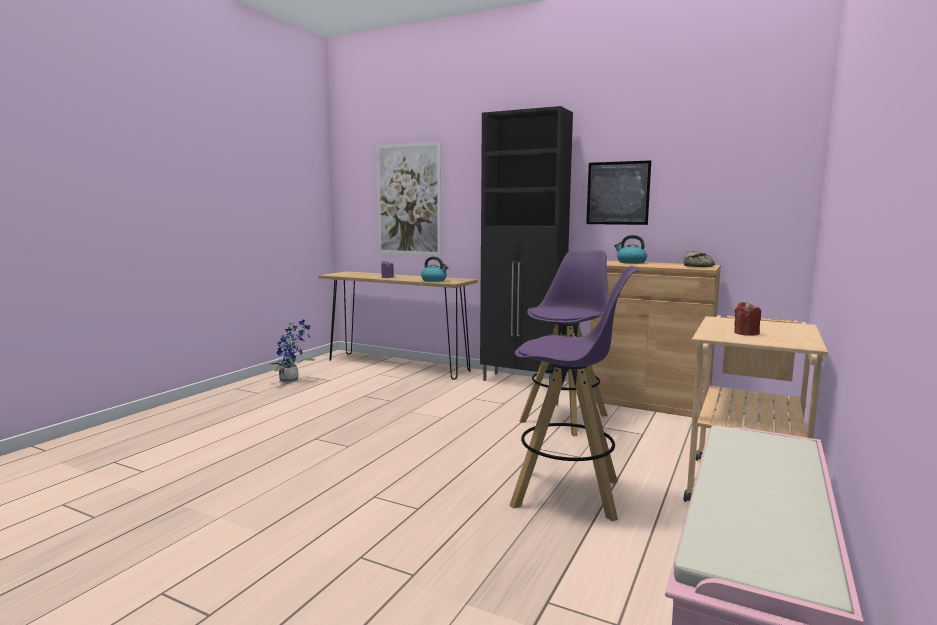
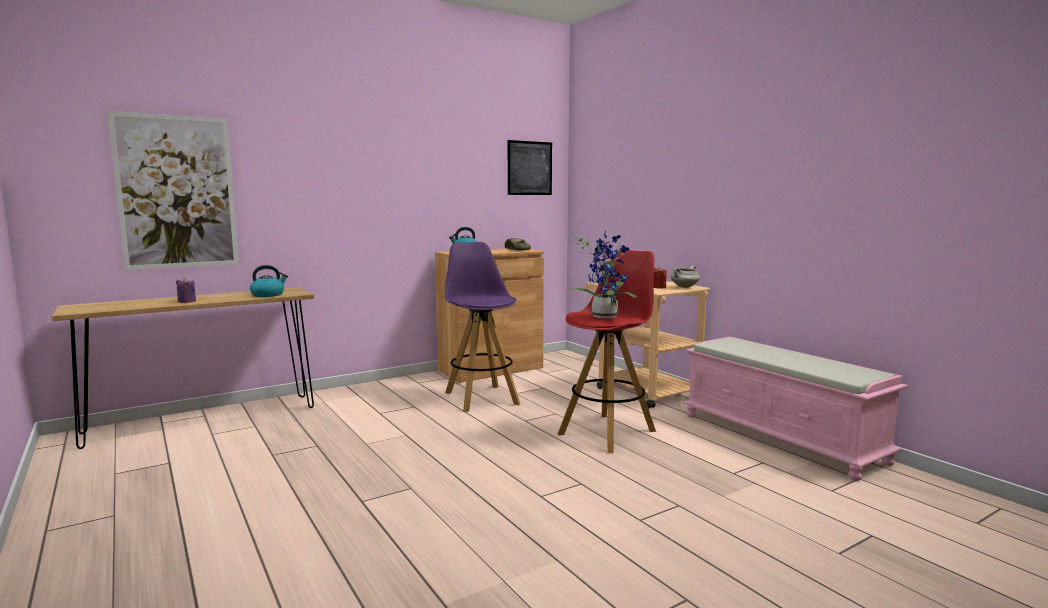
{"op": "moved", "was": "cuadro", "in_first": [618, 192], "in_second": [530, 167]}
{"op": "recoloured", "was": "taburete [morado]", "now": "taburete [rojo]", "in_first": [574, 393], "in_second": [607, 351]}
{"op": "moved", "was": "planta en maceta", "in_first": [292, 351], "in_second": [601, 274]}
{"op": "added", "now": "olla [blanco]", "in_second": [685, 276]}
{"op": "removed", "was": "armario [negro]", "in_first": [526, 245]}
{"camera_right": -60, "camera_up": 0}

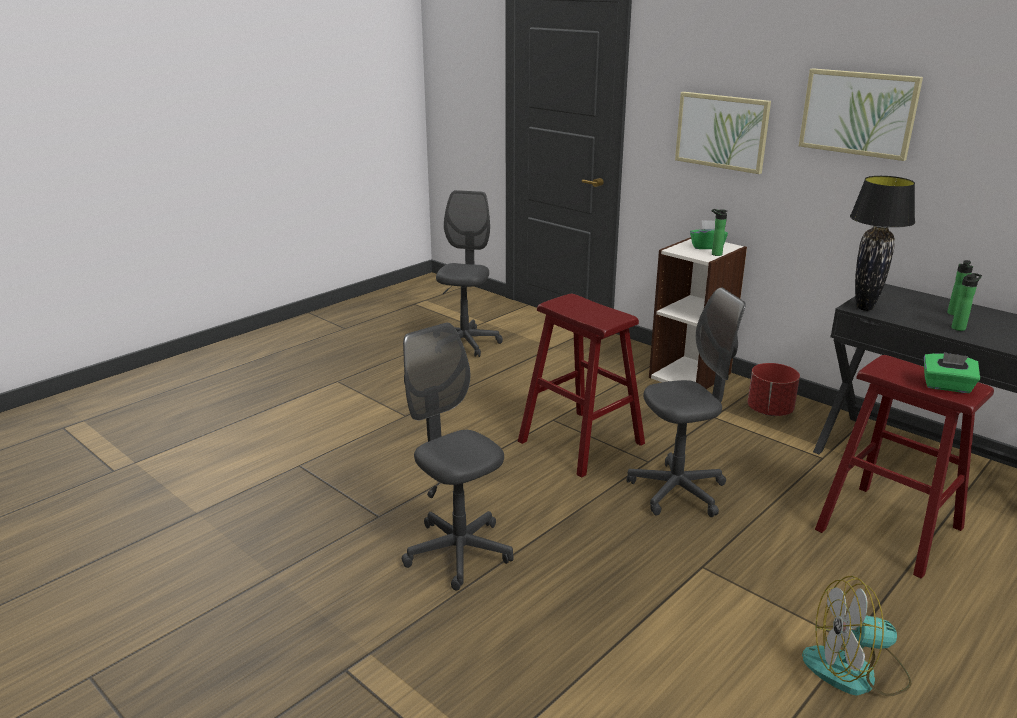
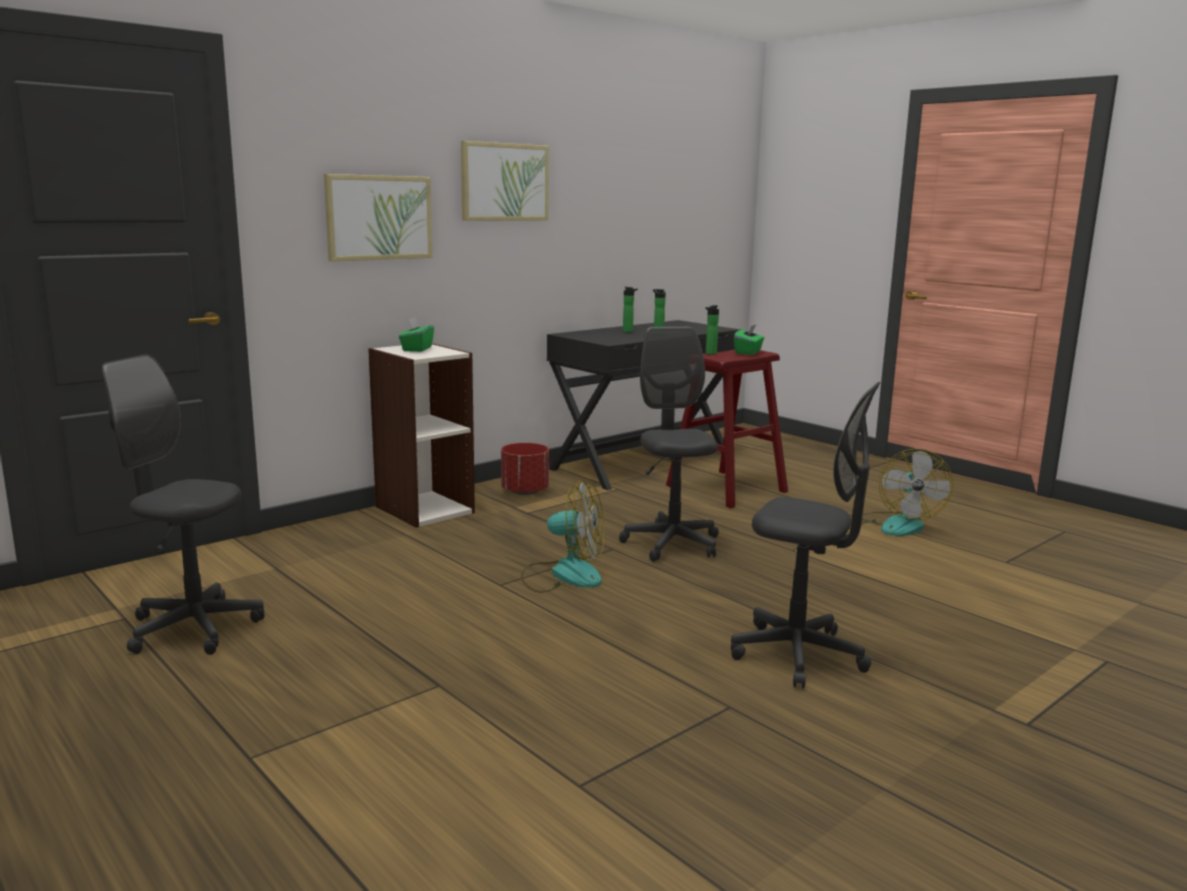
{"op": "replaced", "was": "taburete [rojo]", "now": "ventilador", "in_first": [581, 386], "in_second": [563, 536]}
{"op": "moved", "was": "botella", "in_first": [719, 232], "in_second": [712, 330]}
{"op": "turned", "was": "silla de oficina [gris]", "in_first": [458, 456], "in_second": [805, 535], "clockwise": -120}
{"op": "removed", "was": "lámpara de mesa [negro]", "in_first": [882, 243]}
{"camera_right": -85, "camera_up": -10}

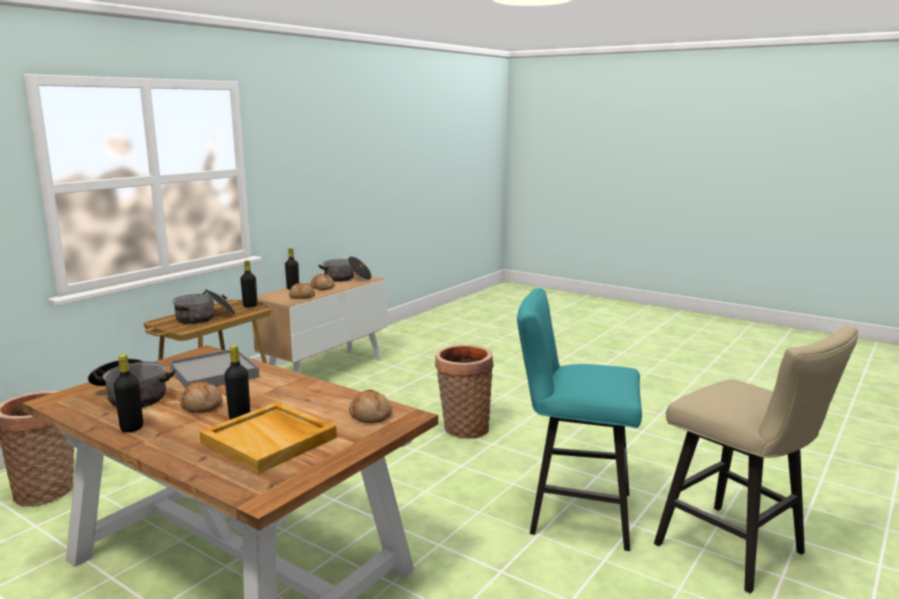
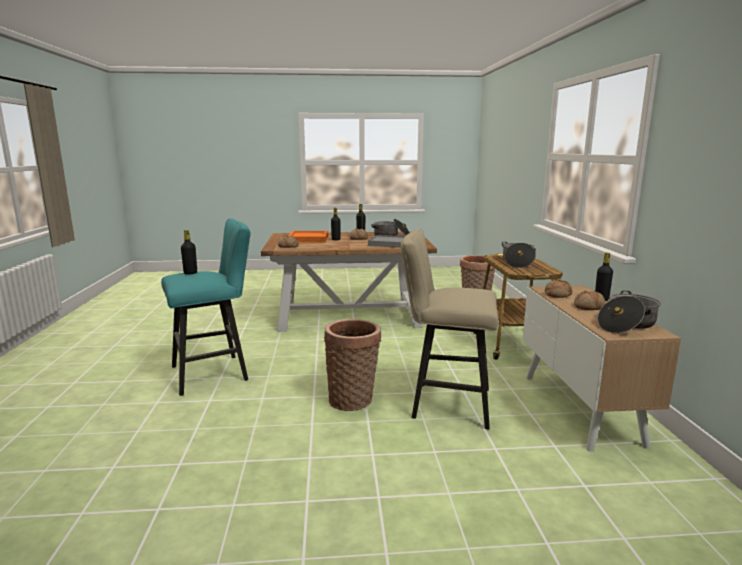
{"op": "moved", "was": "botella [negro]", "in_first": [248, 284], "in_second": [189, 252]}
{"op": "recoloured", "was": "bandeja [beis]", "now": "bandeja [naranja]", "in_first": [268, 438], "in_second": [308, 236]}
{"op": "moved", "was": "taburete [beis]", "in_first": [756, 459], "in_second": [449, 329]}
{"camera_right": 140, "camera_up": 0}

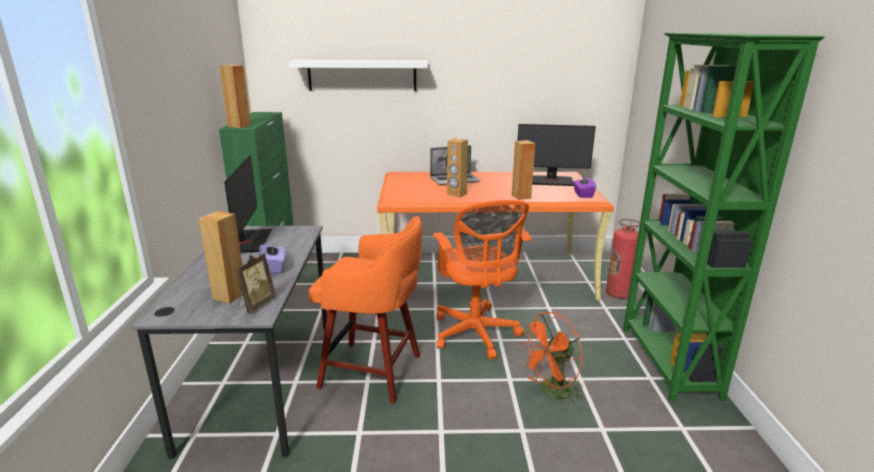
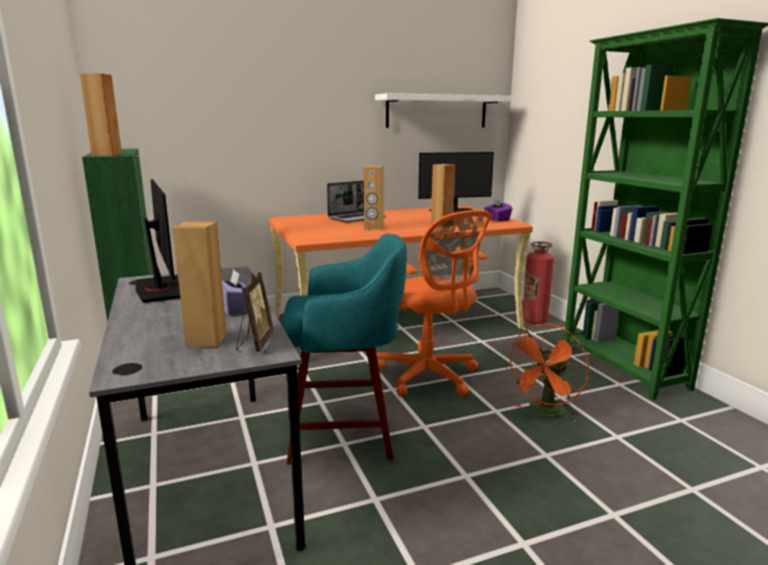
{"op": "recoloured", "was": "taburete [naranja]", "now": "taburete [turquesa]", "in_first": [365, 310], "in_second": [344, 349]}
{"op": "moved", "was": "estante [blanco]", "in_first": [358, 75], "in_second": [443, 110]}
{"camera_right": -20, "camera_up": -5}

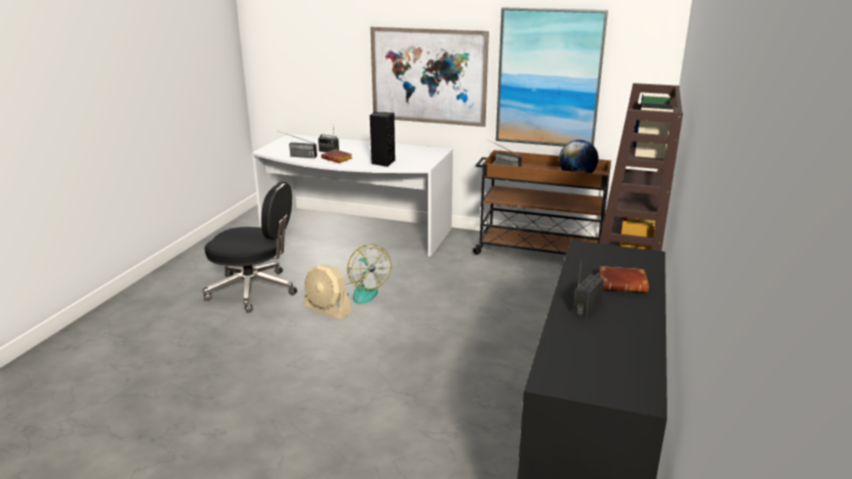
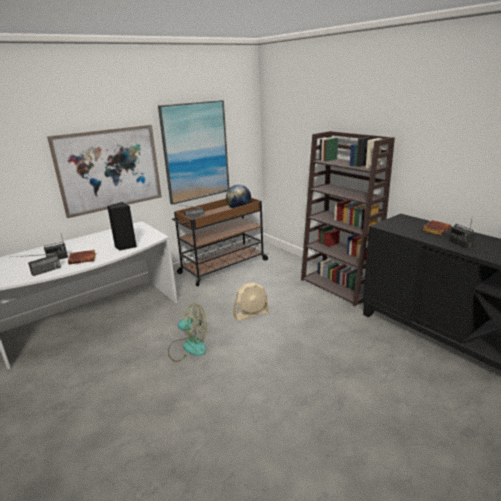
{"op": "moved", "was": "ventilador [beis]", "in_first": [328, 292], "in_second": [251, 302]}
{"op": "removed", "was": "silla de oficina [negro]", "in_first": [250, 246]}
{"camera_right": -55, "camera_up": 0}

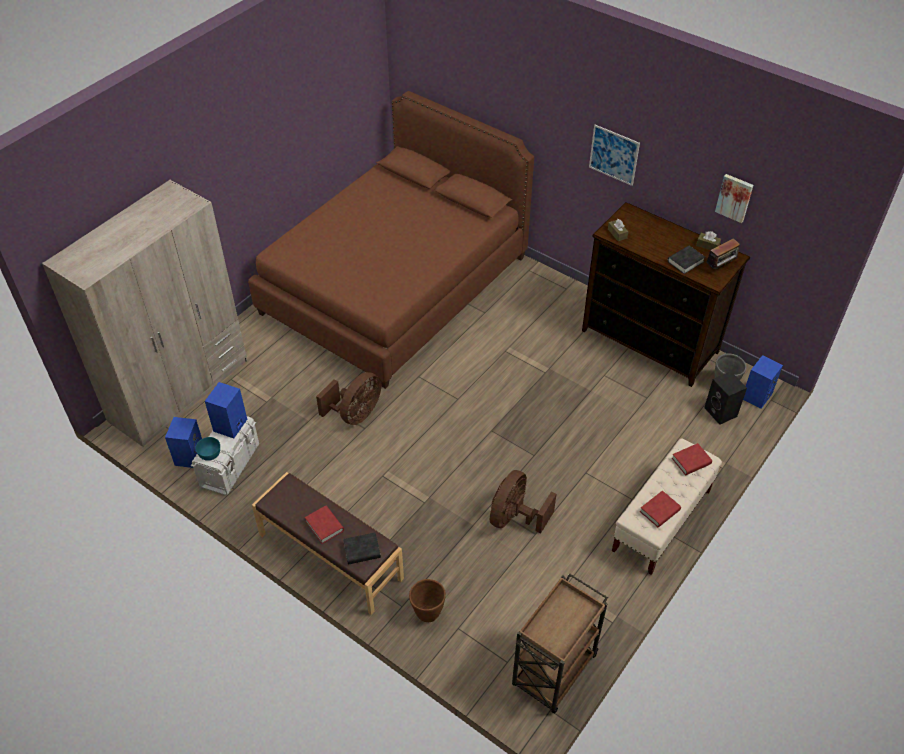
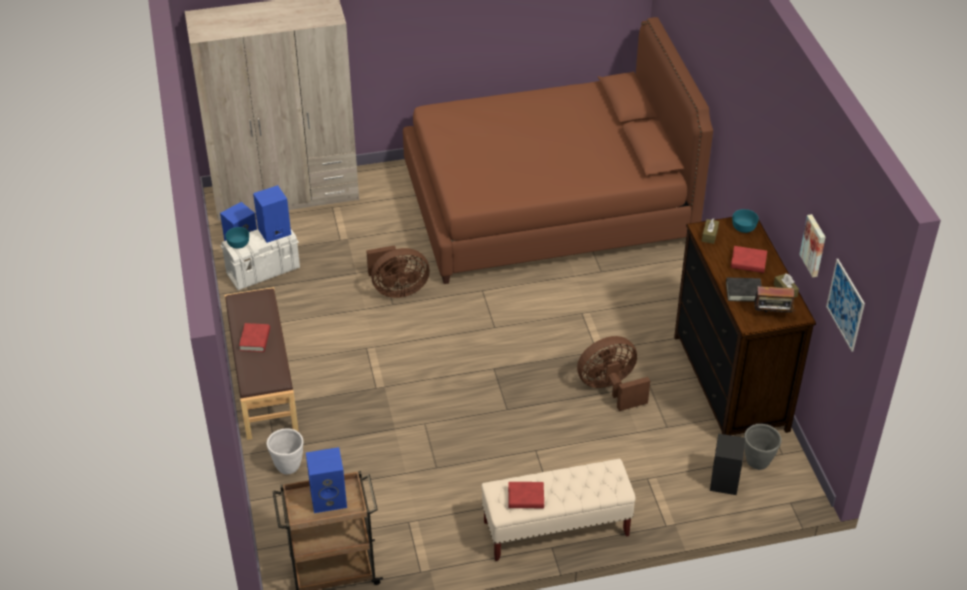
{"op": "recoloured", "was": "maceta [marrón]", "now": "maceta [blanco]", "in_first": [427, 600], "in_second": [284, 452]}
{"op": "moved", "was": "altavoz [azul]", "in_first": [763, 382], "in_second": [326, 480]}
{"op": "moved", "was": "ventilador [marrón]", "in_first": [523, 502], "in_second": [613, 373]}
{"op": "moved", "was": "libro [rojo]", "in_first": [692, 459], "in_second": [749, 259]}
{"op": "added", "now": "cuenco [turquesa]", "in_second": [745, 221]}
{"op": "moved", "was": "cuadro", "in_first": [614, 155], "in_second": [845, 305]}
{"op": "removed", "was": "libro [negro]", "in_first": [362, 549]}
{"camera_right": 40, "camera_up": -5}

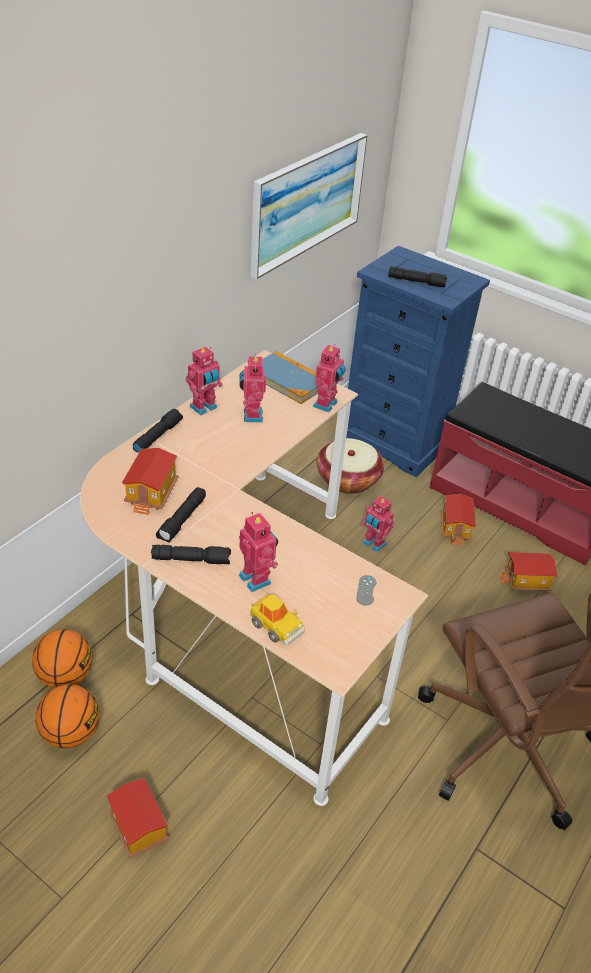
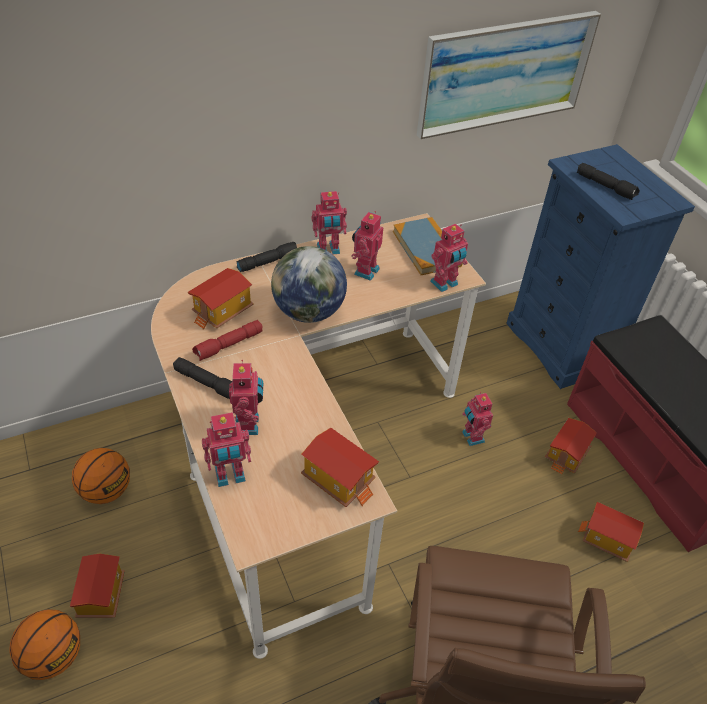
{"op": "moved", "was": "balón de baloncesto", "in_first": [62, 658], "in_second": [44, 644]}
{"op": "recoloured", "was": "linterna [negro]", "now": "linterna [rojo]", "in_first": [181, 515], "in_second": [227, 340]}
{"op": "replaced", "was": "coche de juguete", "now": "robot de juguete", "in_first": [277, 618], "in_second": [226, 449]}
{"op": "added", "now": "globo terráqueo", "in_second": [309, 284]}
{"op": "replaced", "was": "mando de consola [gris]", "now": "casita", "in_first": [366, 590], "in_second": [340, 467]}
{"op": "removed", "was": "cesta", "in_first": [350, 466]}
{"camera_right": 30, "camera_up": 5}

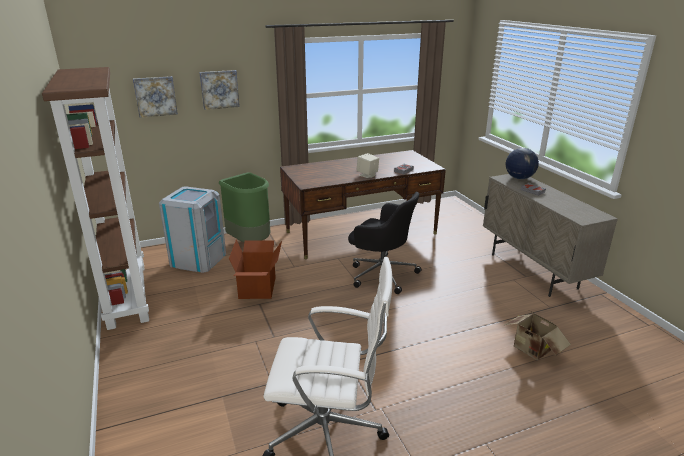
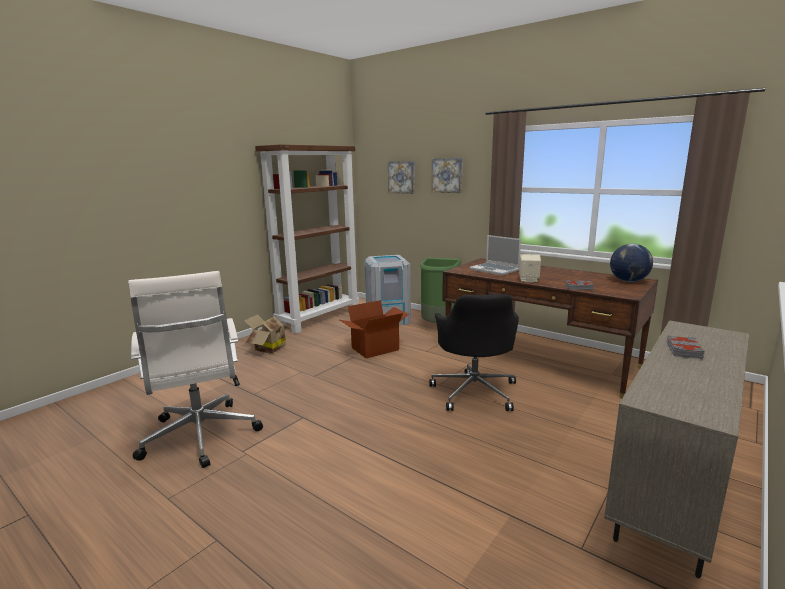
{"op": "moved", "was": "caja de cartón", "in_first": [537, 335], "in_second": [267, 333]}
{"op": "added", "now": "portátil", "in_second": [495, 255]}
{"op": "moved", "was": "globo terráqueo", "in_first": [522, 163], "in_second": [631, 263]}
{"camera_right": 60, "camera_up": -10}

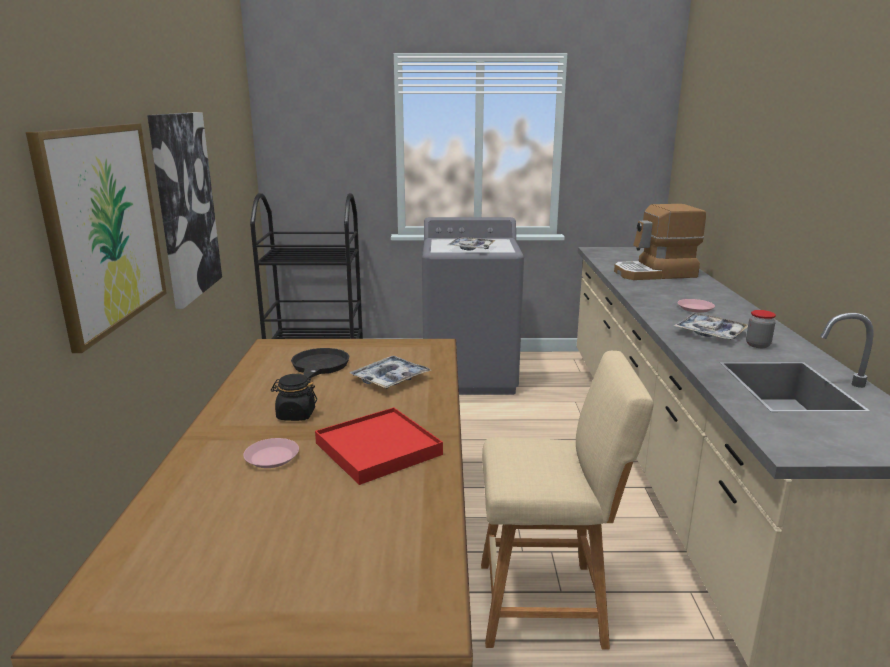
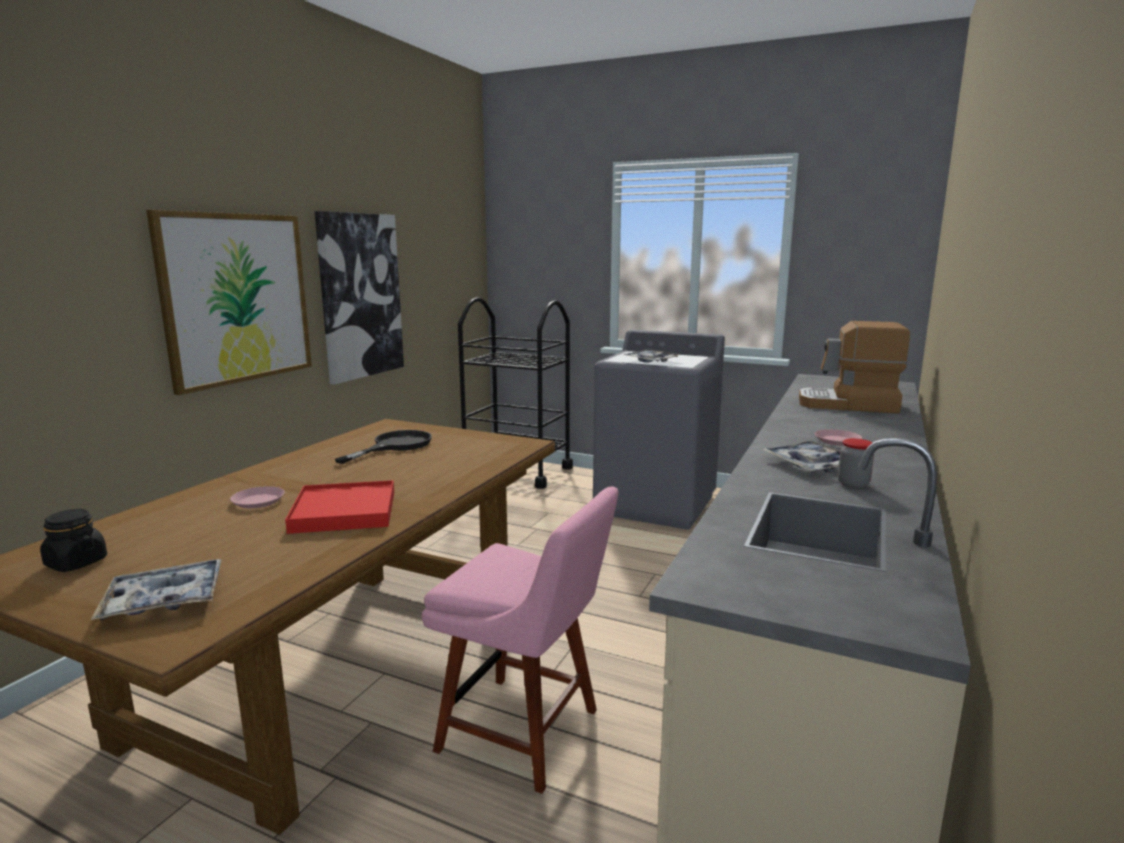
{"op": "moved", "was": "tarro [negro]", "in_first": [294, 397], "in_second": [73, 540]}
{"op": "moved", "was": "bandeja", "in_first": [390, 372], "in_second": [156, 589]}
{"op": "replaced", "was": "taburete [beis]", "now": "silla [rosa]", "in_first": [567, 500], "in_second": [520, 640]}
{"camera_right": 25, "camera_up": -5}

